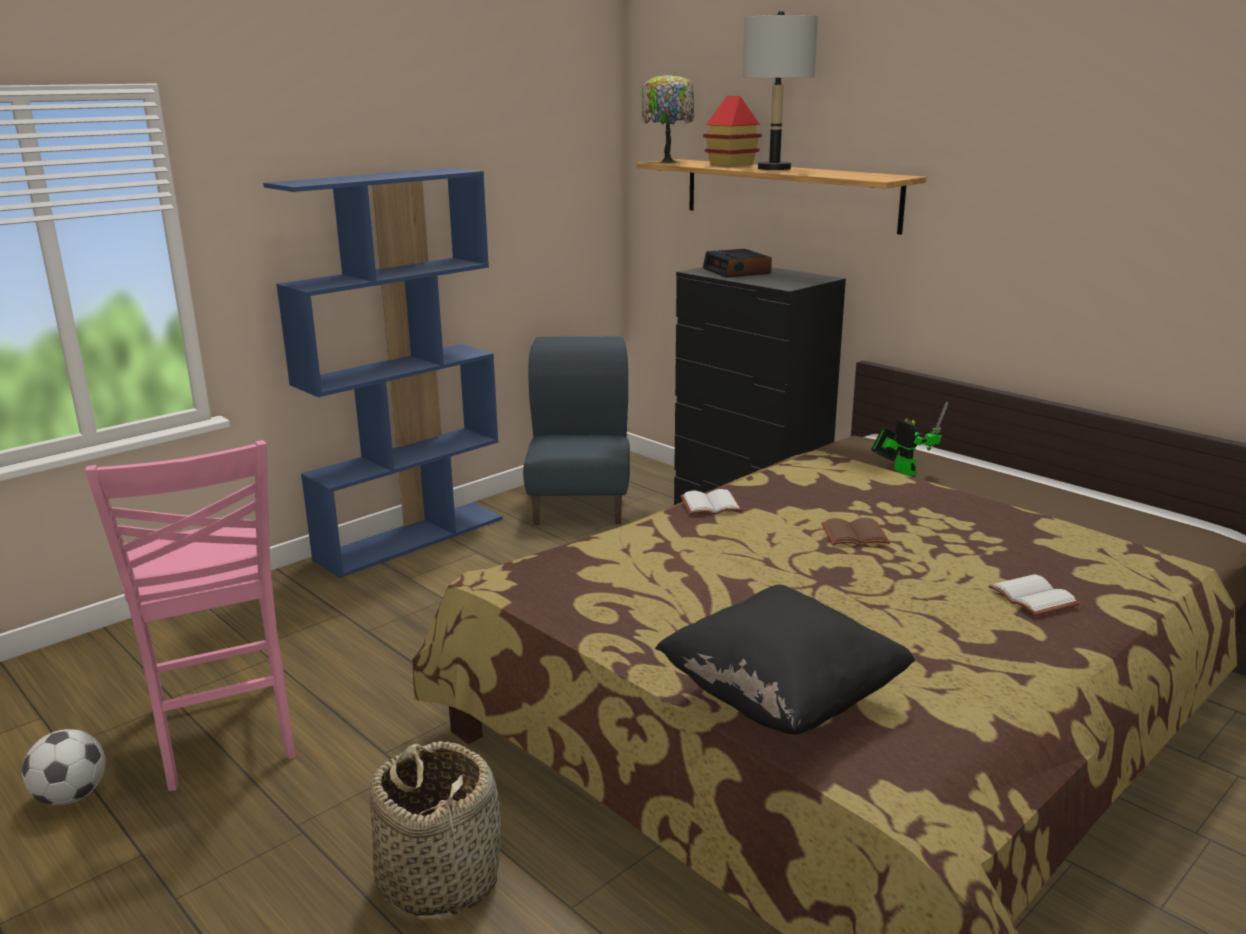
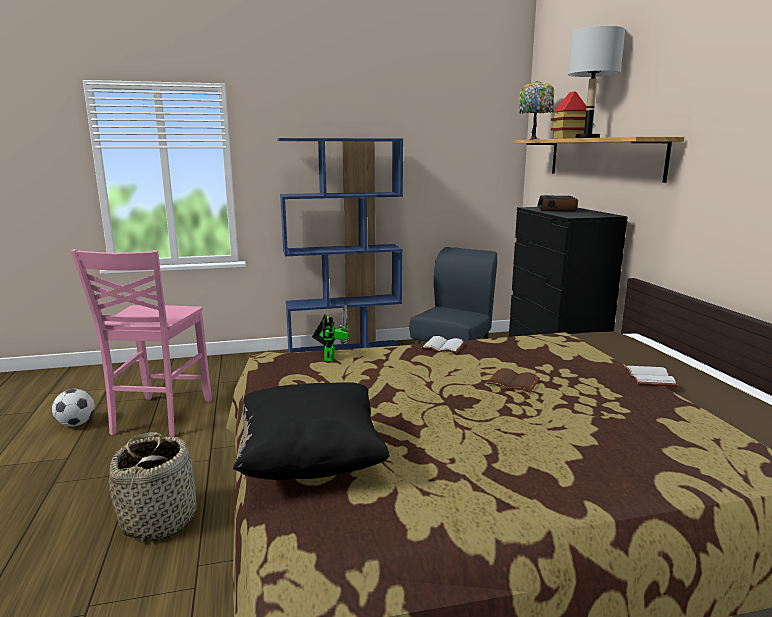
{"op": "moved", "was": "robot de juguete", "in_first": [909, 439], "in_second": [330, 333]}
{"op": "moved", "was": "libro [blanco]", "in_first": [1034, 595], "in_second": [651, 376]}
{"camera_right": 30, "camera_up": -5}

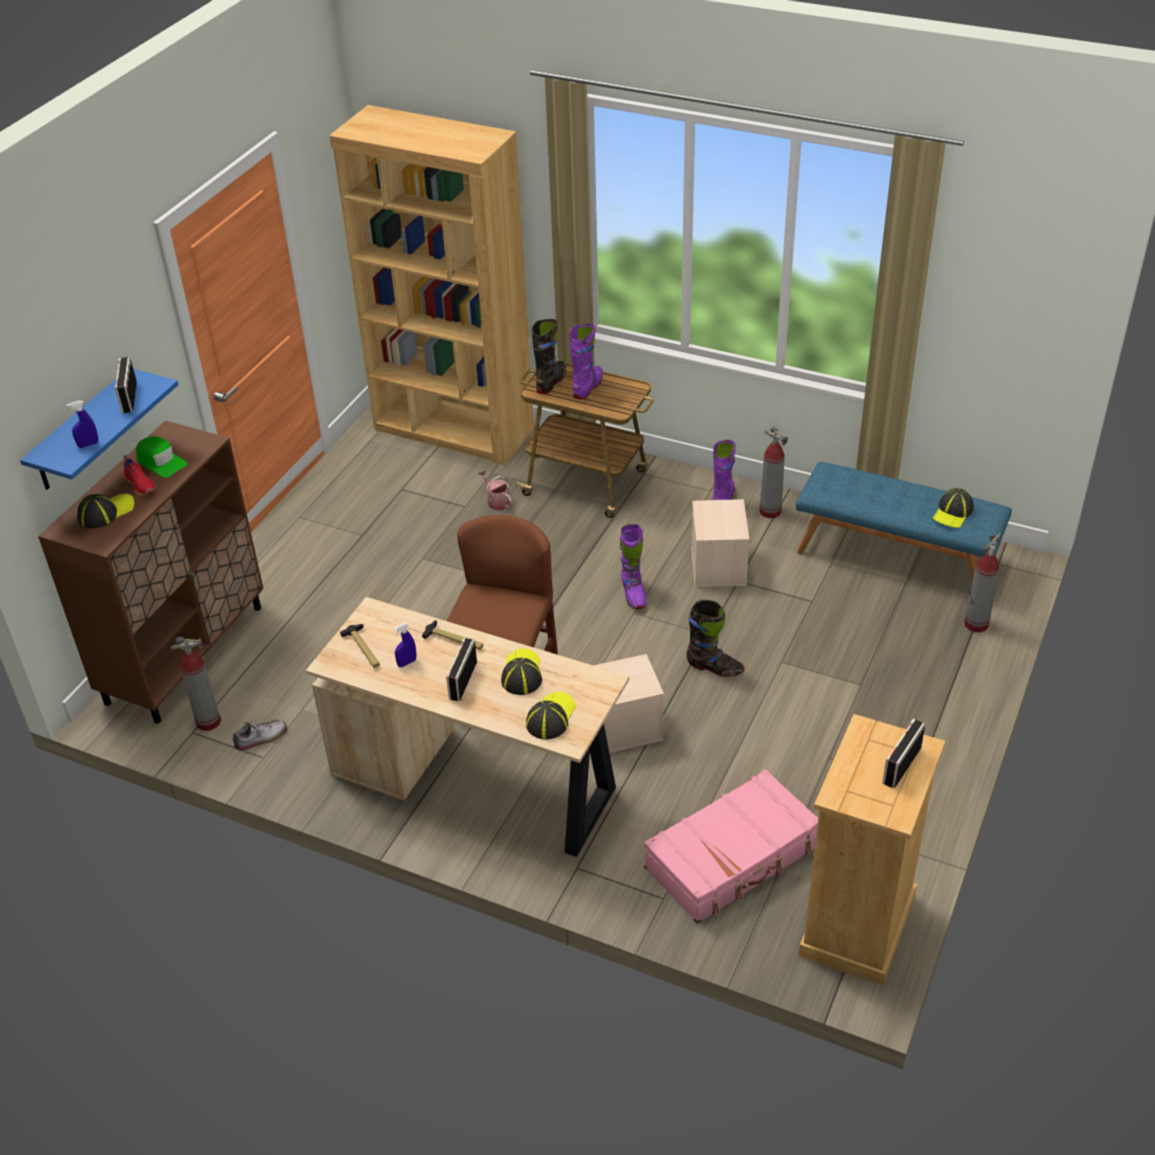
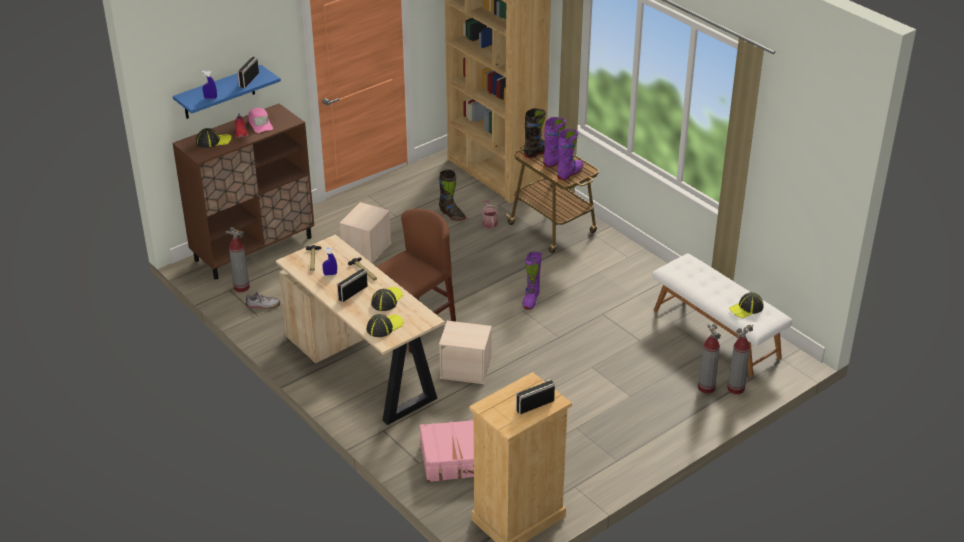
{"op": "recoloured", "was": "gorra [verde]", "now": "gorra [rosa]", "in_first": [161, 456], "in_second": [260, 120]}
{"op": "moved", "was": "caja de almacenaje [beis]", "in_first": [720, 543], "in_second": [365, 233]}
{"op": "moved", "was": "bota [negro]", "in_first": [715, 638], "in_second": [452, 195]}
{"op": "moved", "was": "bota [morado]", "in_first": [724, 470], "in_second": [570, 154]}
{"op": "recoloured", "was": "banco [azul]", "now": "banco [blanco]", "in_first": [904, 522], "in_second": [722, 315]}
{"op": "moved", "was": "extintor", "in_first": [773, 472], "in_second": [709, 358]}
{"camera_right": 25, "camera_up": -5}

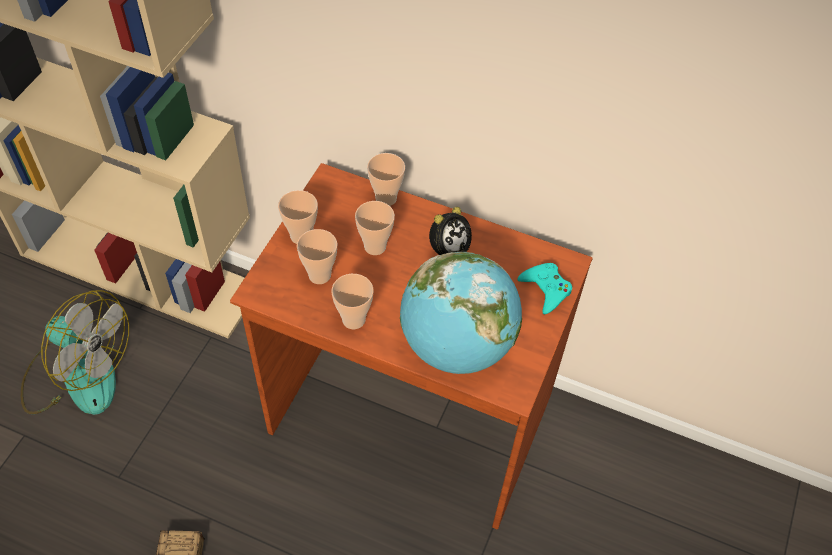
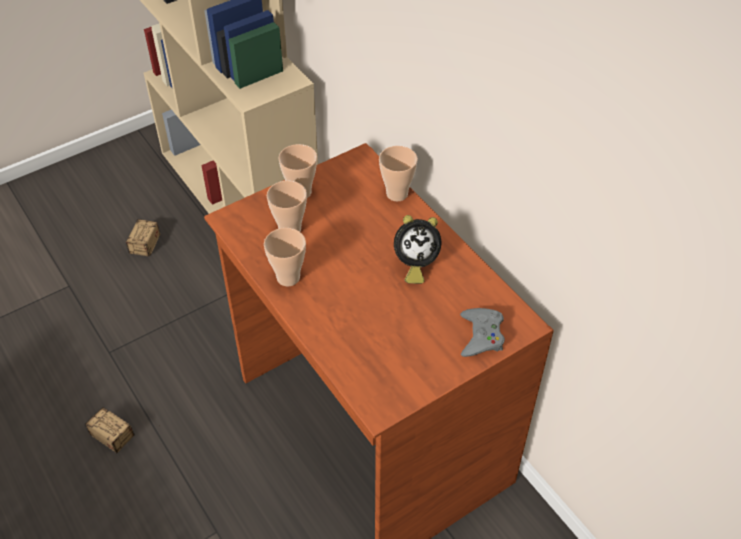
{"op": "replaced", "was": "ventilador", "now": "caja de almacenaje", "in_first": [75, 352], "in_second": [140, 238]}
{"op": "recoloured", "was": "mando de consola [turquesa]", "now": "mando de consola [gris]", "in_first": [544, 288], "in_second": [482, 332]}
{"op": "removed", "was": "taza", "in_first": [375, 228]}
{"op": "removed", "was": "globo terráqueo", "in_first": [461, 313]}
{"camera_right": 35, "camera_up": -5}

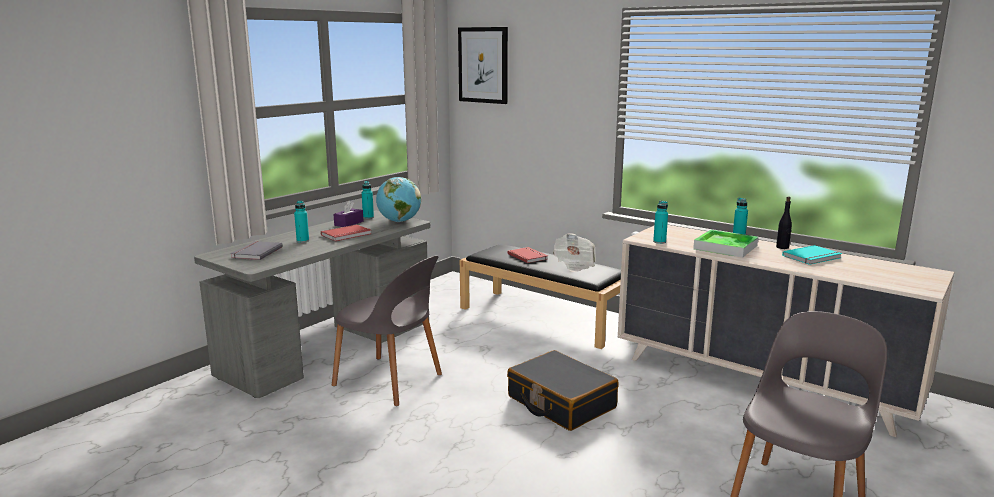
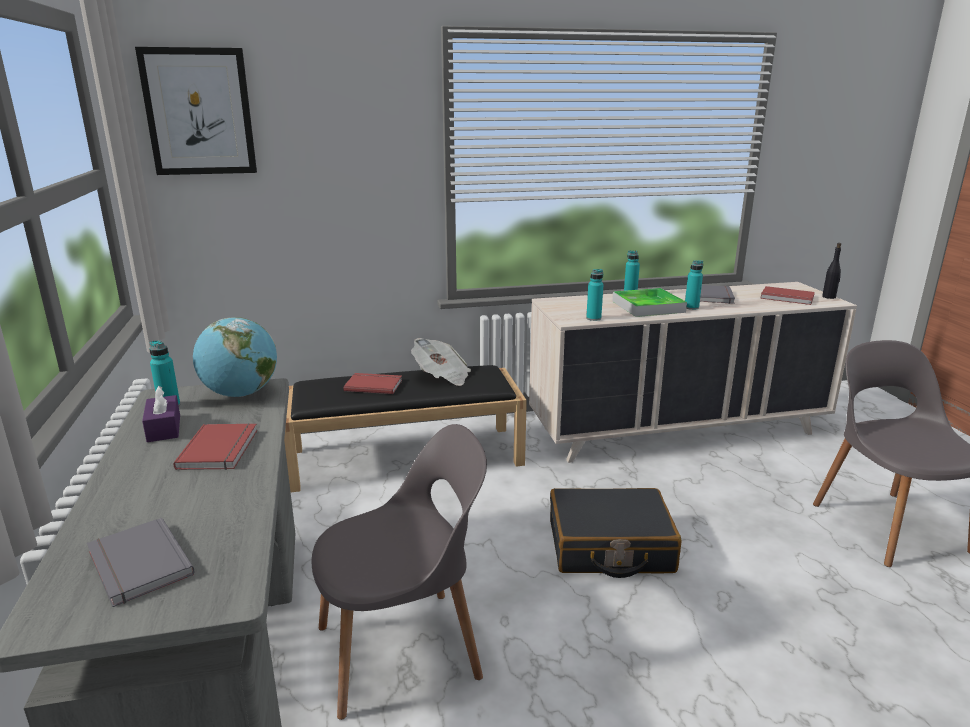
{"op": "moved", "was": "botella [turquesa]", "in_first": [301, 222], "in_second": [694, 285]}
{"op": "recoloured", "was": "libro [turquesa]", "now": "libro [gris]", "in_first": [812, 255], "in_second": [717, 294]}
{"op": "added", "now": "libro [rojo]", "in_second": [787, 295]}
{"op": "moved", "was": "botella [negro]", "in_first": [784, 223], "in_second": [831, 271]}
{"camera_right": -50, "camera_up": 5}

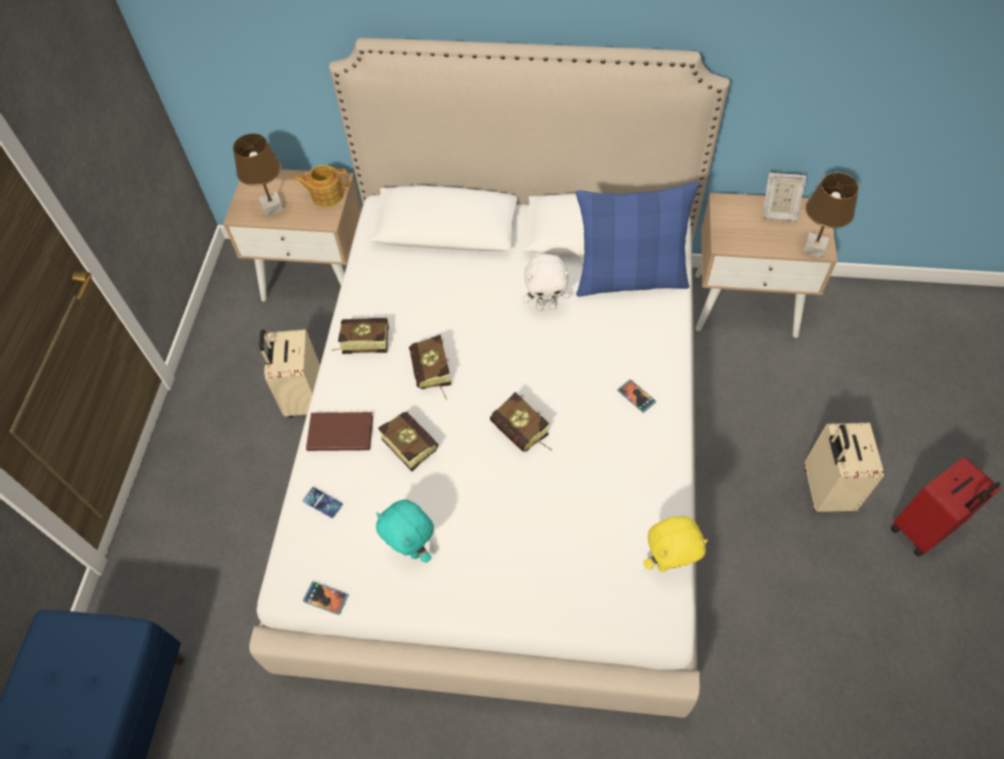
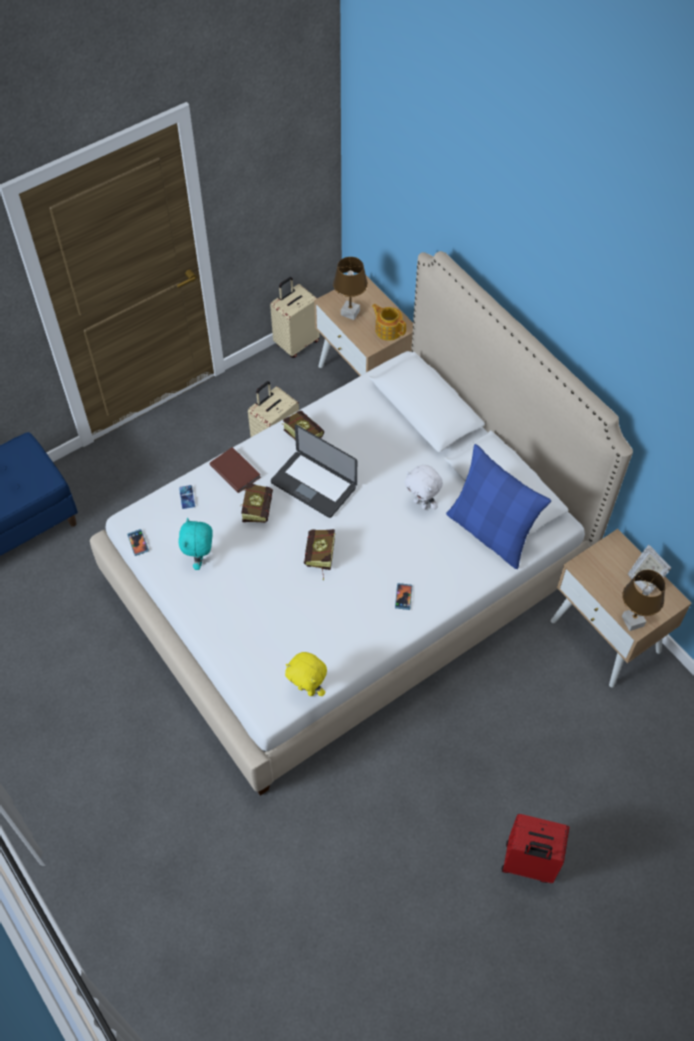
{"op": "moved", "was": "maleta [beis]", "in_first": [844, 467], "in_second": [295, 317]}
{"op": "replaced", "was": "libro", "now": "portátil", "in_first": [430, 367], "in_second": [314, 471]}
{"camera_right": 45, "camera_up": 0}

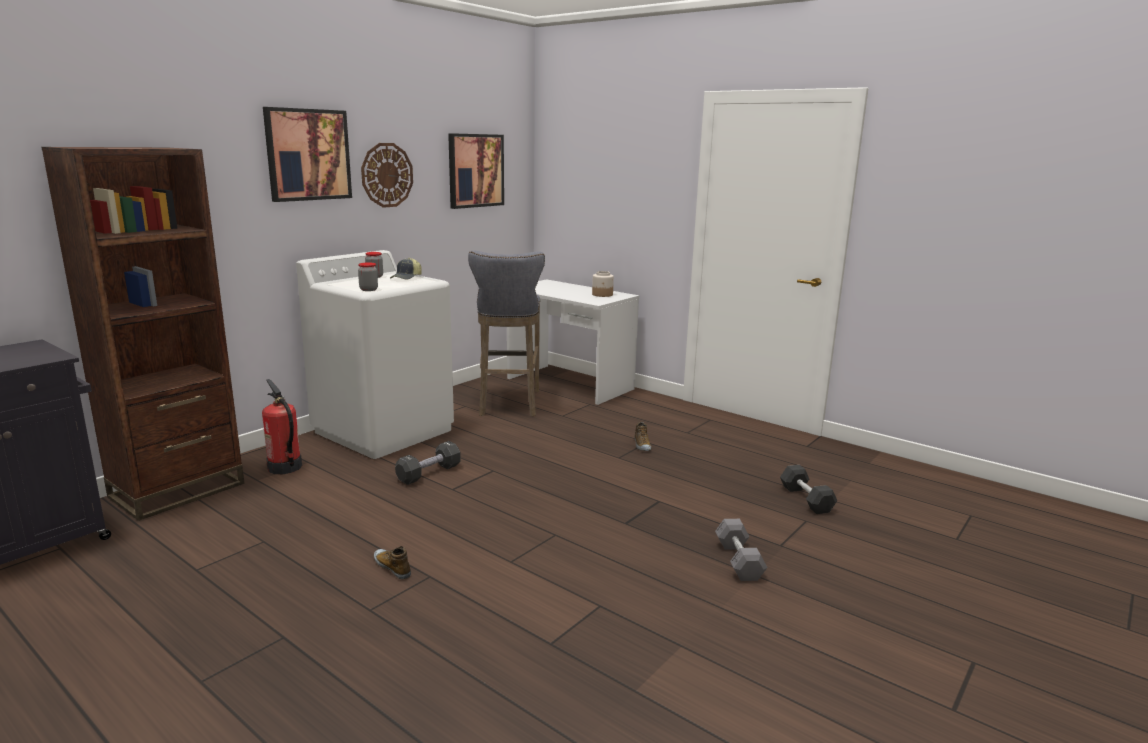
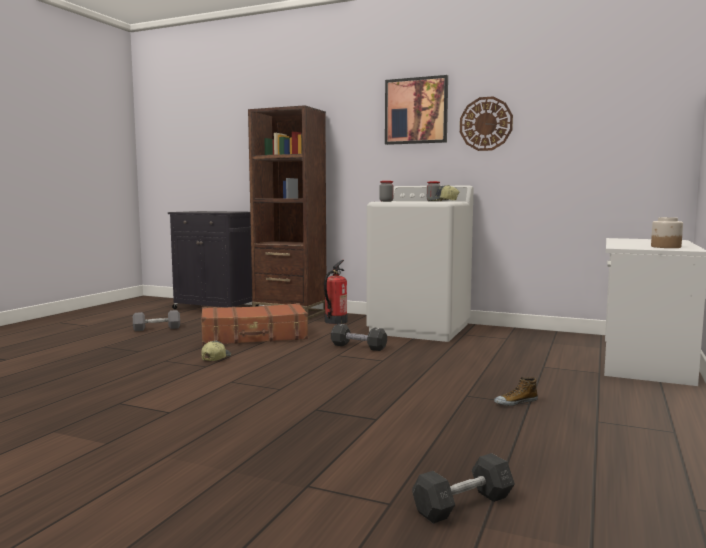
{"op": "moved", "was": "mancuerna [gris]", "in_first": [741, 550], "in_second": [156, 320]}
{"op": "added", "now": "maleta [marrón]", "in_second": [254, 324]}
{"op": "replaced", "was": "zapato", "now": "gorra", "in_first": [392, 562], "in_second": [216, 351]}
{"op": "removed", "was": "cuadro", "in_first": [476, 171]}
{"op": "removed", "was": "taburete [gris]", "in_first": [506, 333]}
{"camera_right": 75, "camera_up": -10}

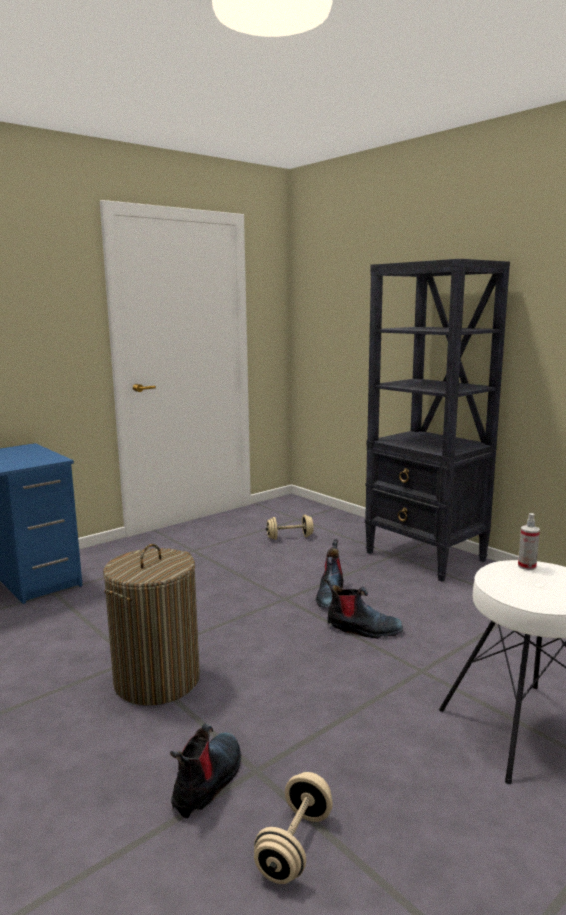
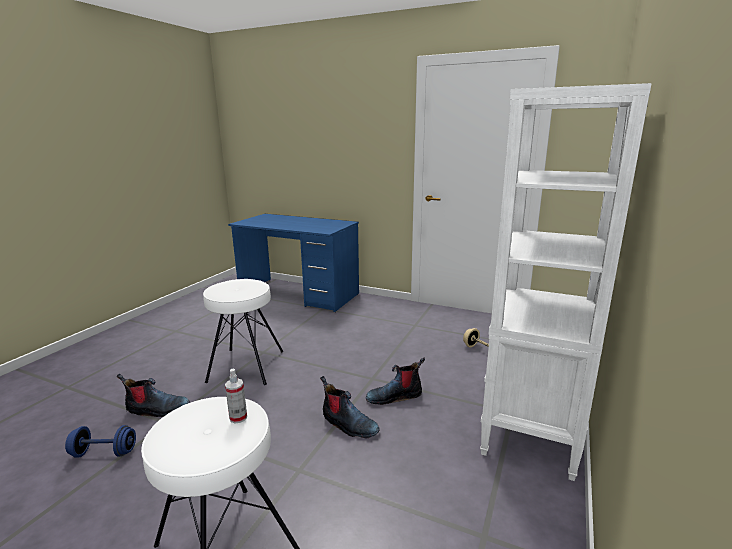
{"op": "recoloured", "was": "mancuerna [beis]", "now": "mancuerna [azul]", "in_first": [293, 828], "in_second": [100, 441]}
{"op": "replaced", "was": "cesto de la ropa", "now": "taburete [blanco]", "in_first": [151, 625], "in_second": [243, 332]}
{"op": "turned", "was": "bota", "in_first": [363, 608], "in_second": [350, 407], "clockwise": -45}
{"op": "recoloured", "was": "estantería [negro]", "now": "estantería [blanco]", "in_first": [437, 420], "in_second": [566, 282]}
{"camera_right": 65, "camera_up": 5}

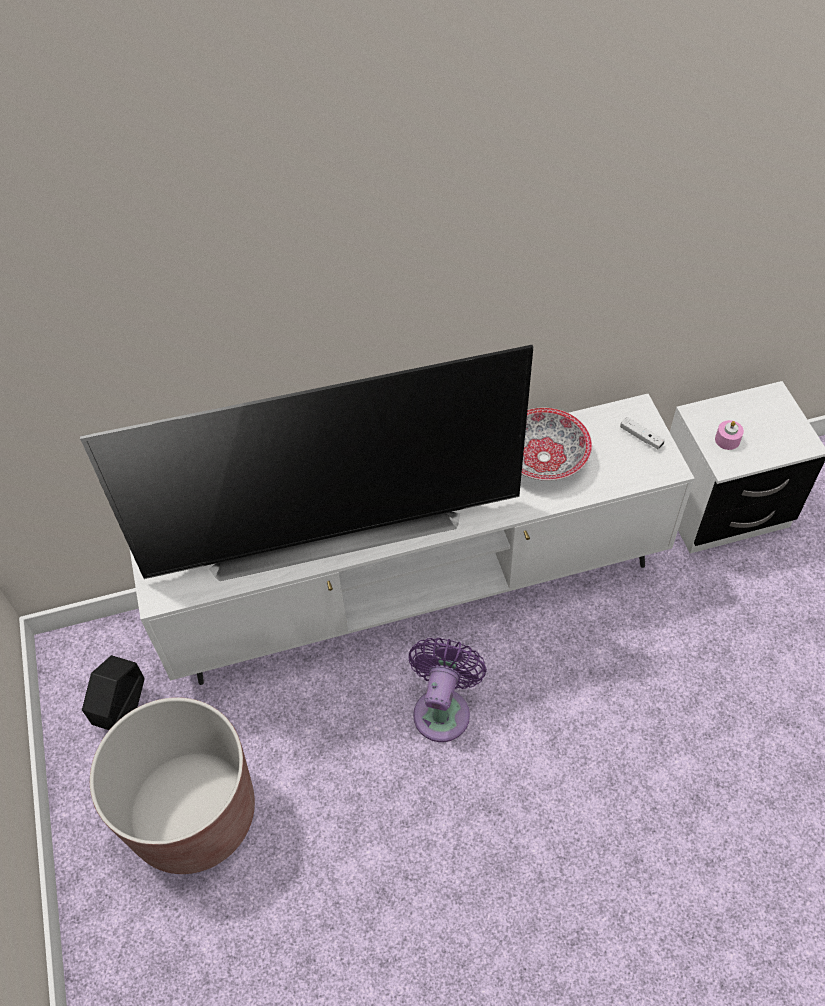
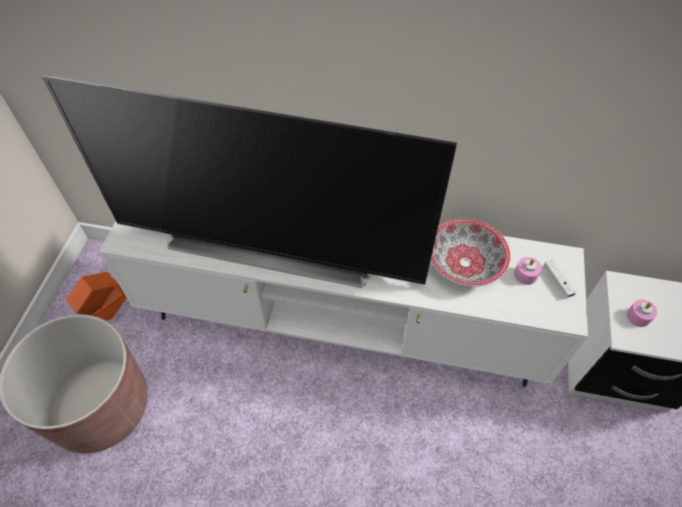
{"op": "recoloured", "was": "maceta [negro]", "now": "maceta [naranja]", "in_first": [113, 692], "in_second": [96, 296]}
{"op": "added", "now": "vela [rosa]", "in_second": [528, 271]}
{"op": "removed", "was": "ventilador [morado]", "in_first": [447, 690]}
{"camera_right": 25, "camera_up": 0}

